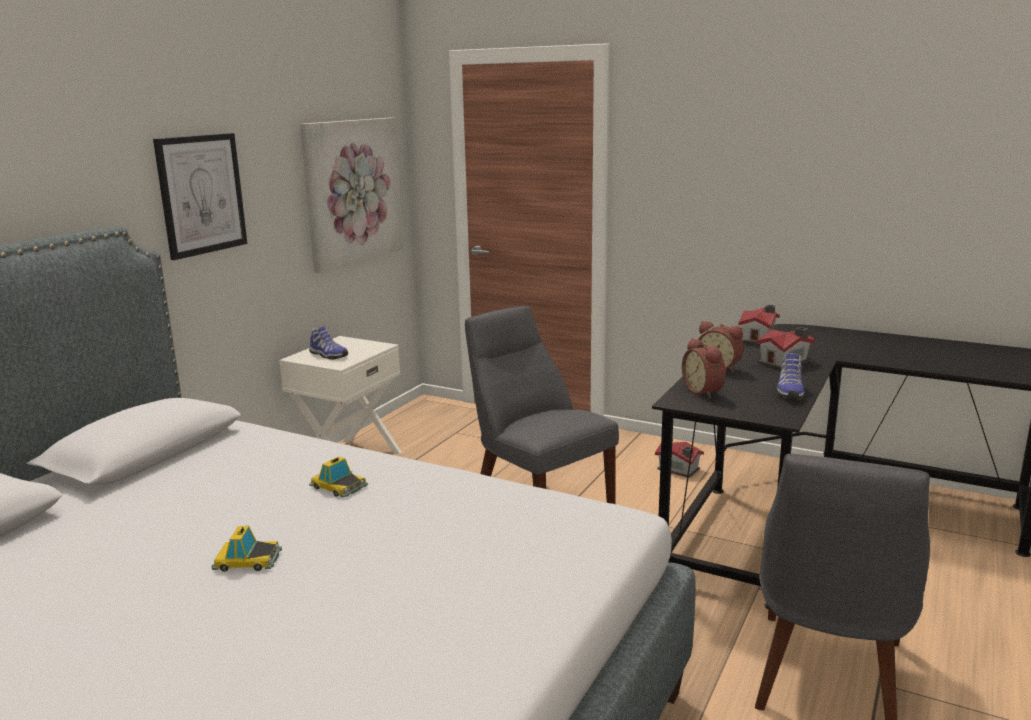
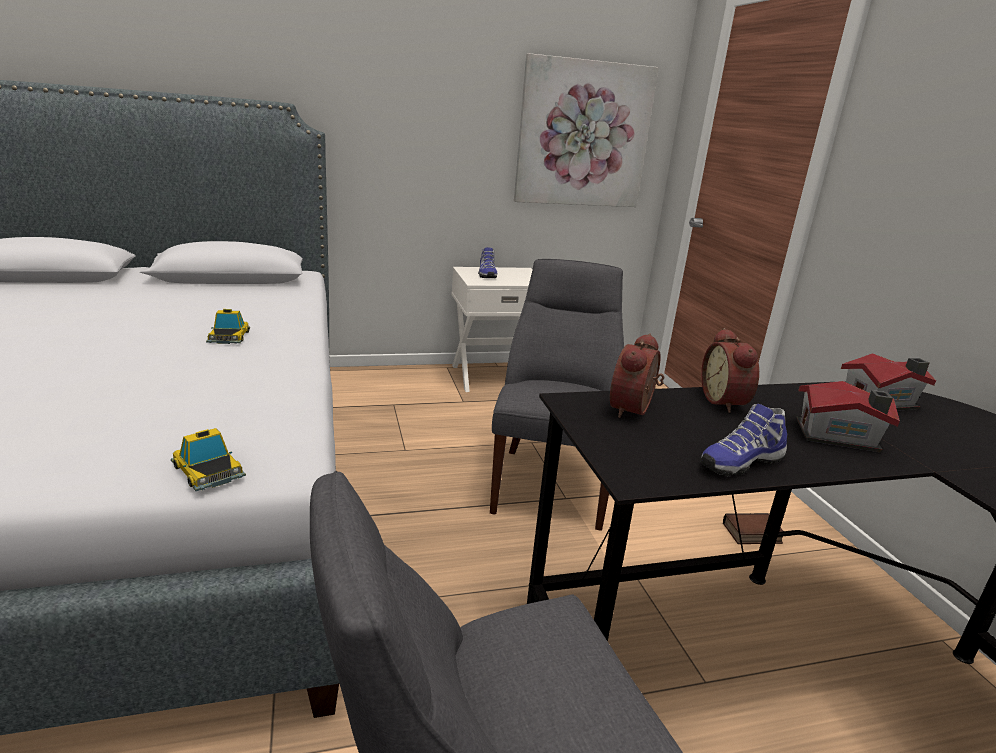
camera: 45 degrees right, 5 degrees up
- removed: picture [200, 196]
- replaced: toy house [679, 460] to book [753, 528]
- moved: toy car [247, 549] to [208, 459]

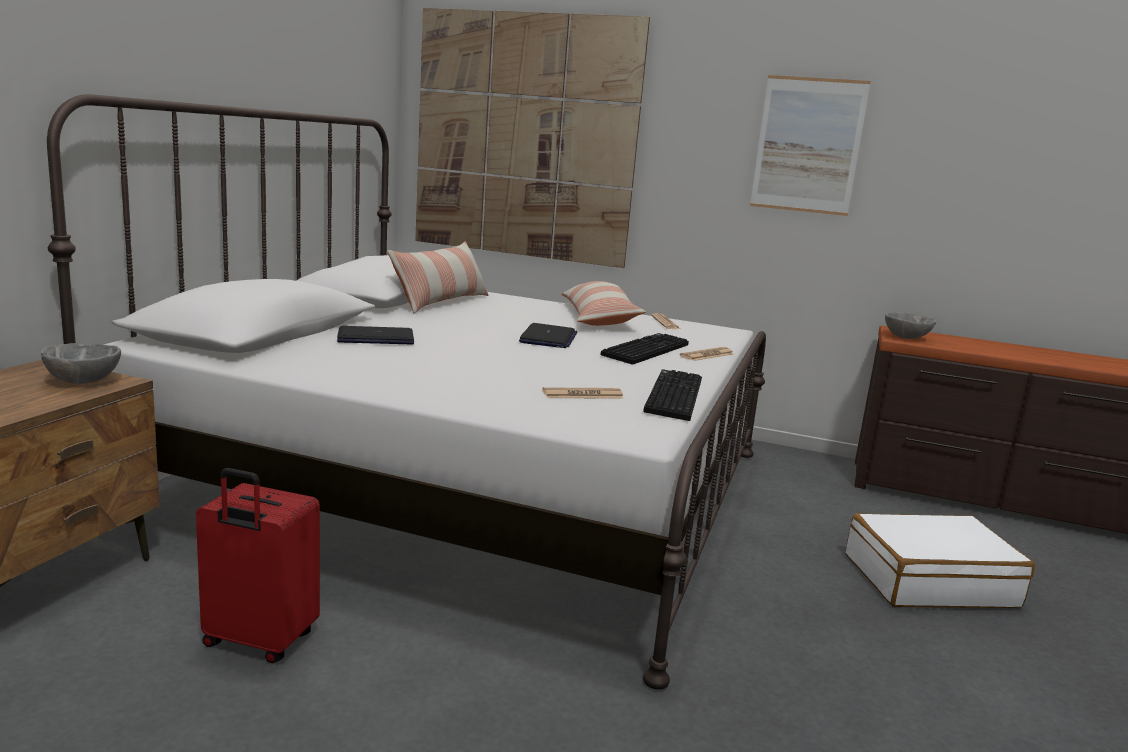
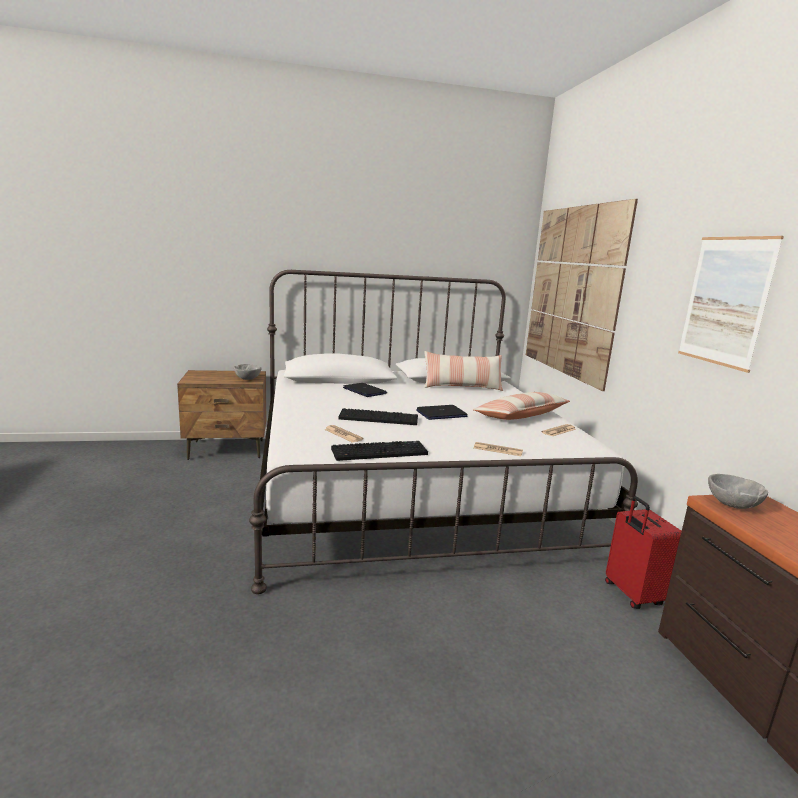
camera: 60 degrees right, 0 degrees up
- moved: keyboard [645, 349] to [378, 416]
- moved: red-coloured piece of luggage [258, 565] to [643, 552]
- removed: white-coloured piece of luggage [940, 560]

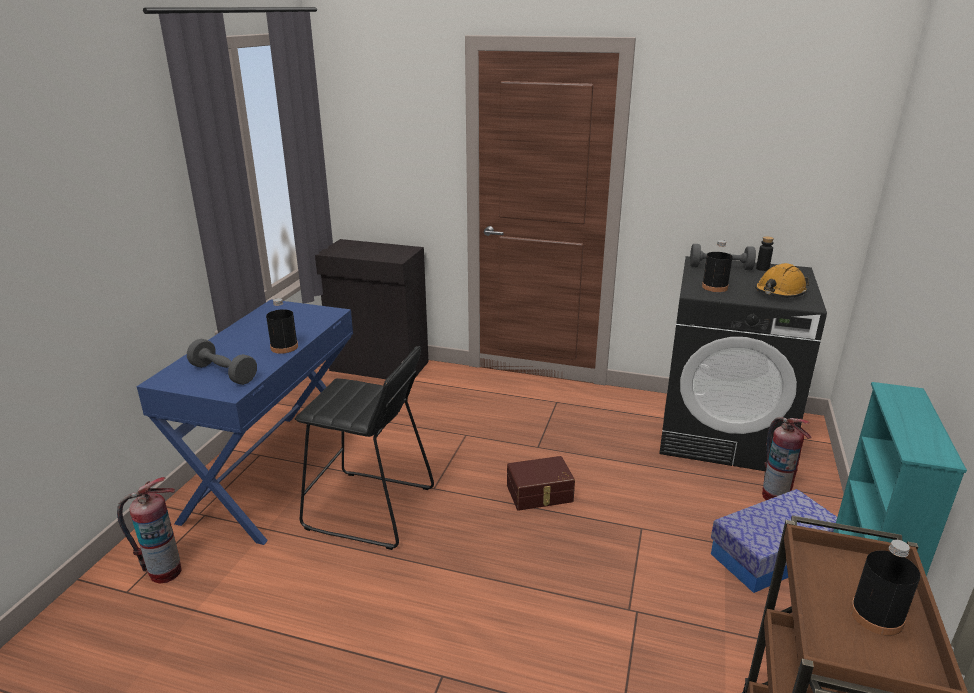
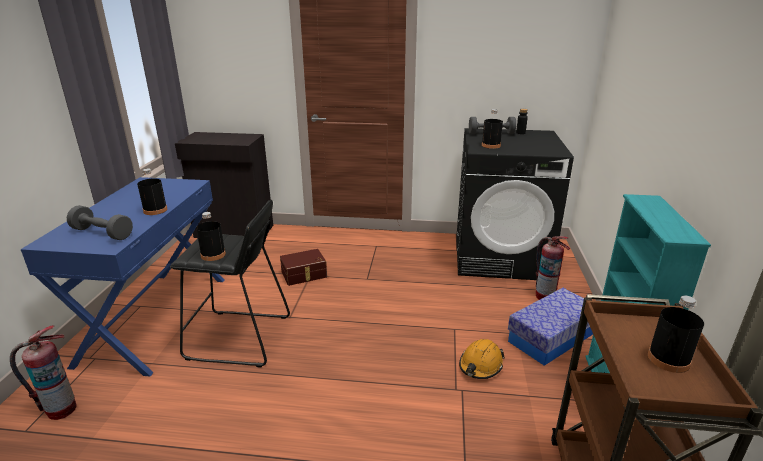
camera: 10 degrees left, 0 degrees up
- moved: orange work helmet [782, 280] to [482, 359]
- moved: brownish storage bin [541, 483] to [303, 267]
- added: blackish bottle [211, 236]

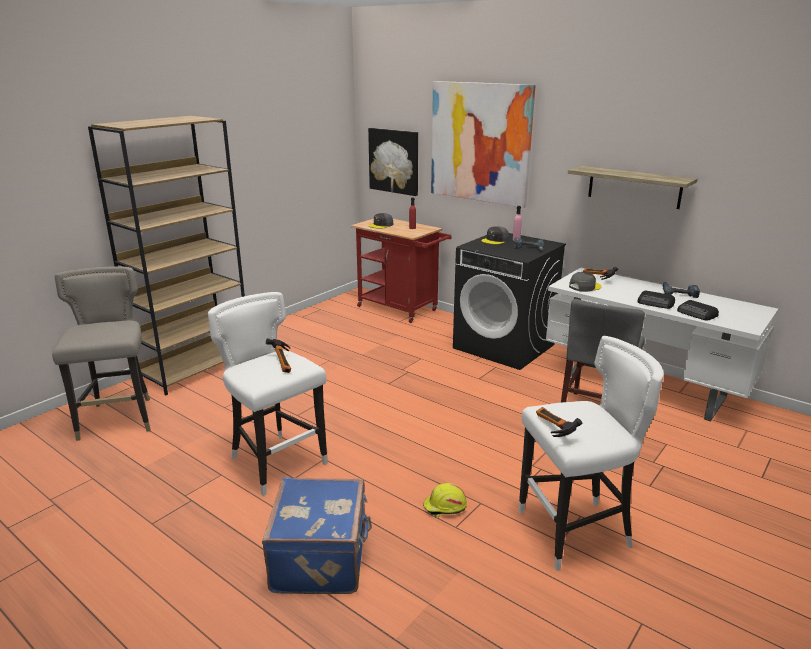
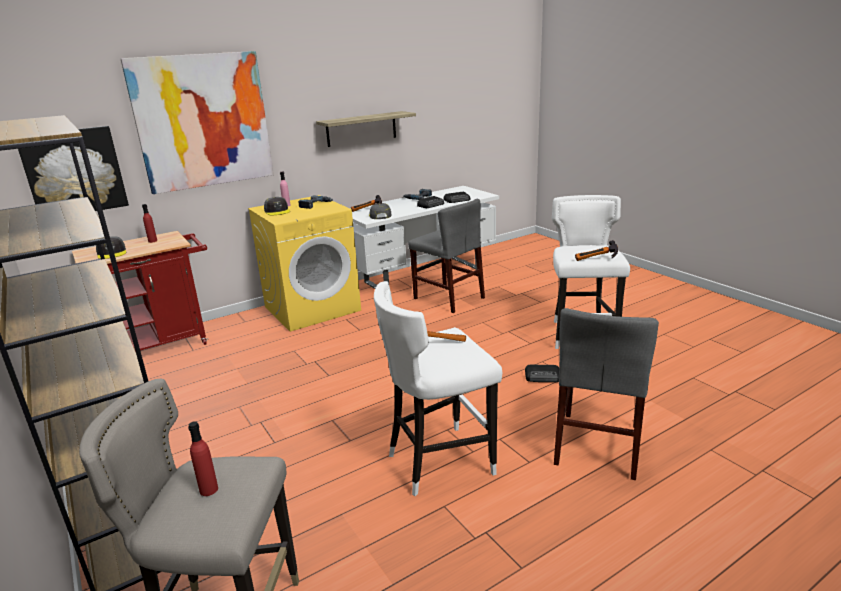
camera: 70 degrees left, 0 degrees up
- recoloured: blackish laundry appliance [509, 301] to yellowish laundry appliance [304, 263]
- replaced: bluish piece of luggage [317, 535] to greyish upright chair [606, 394]
- replaced: yellowish work helmet [445, 500] to radio set [542, 373]
- added: red-coloured bottle [203, 458]

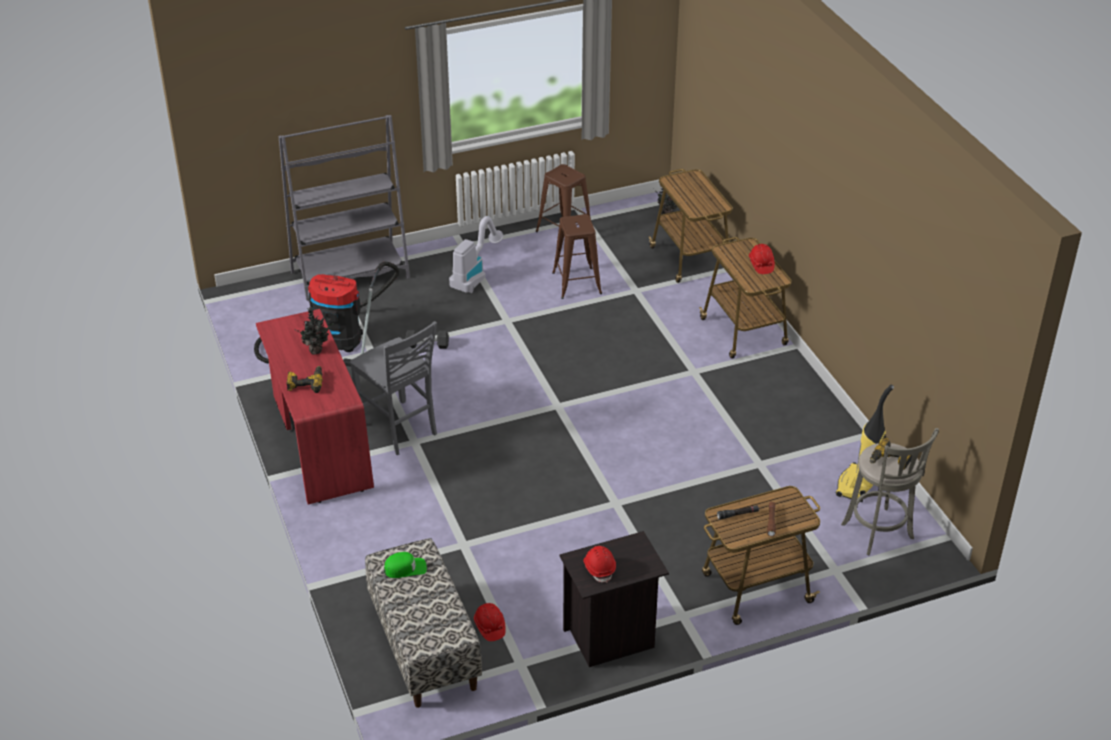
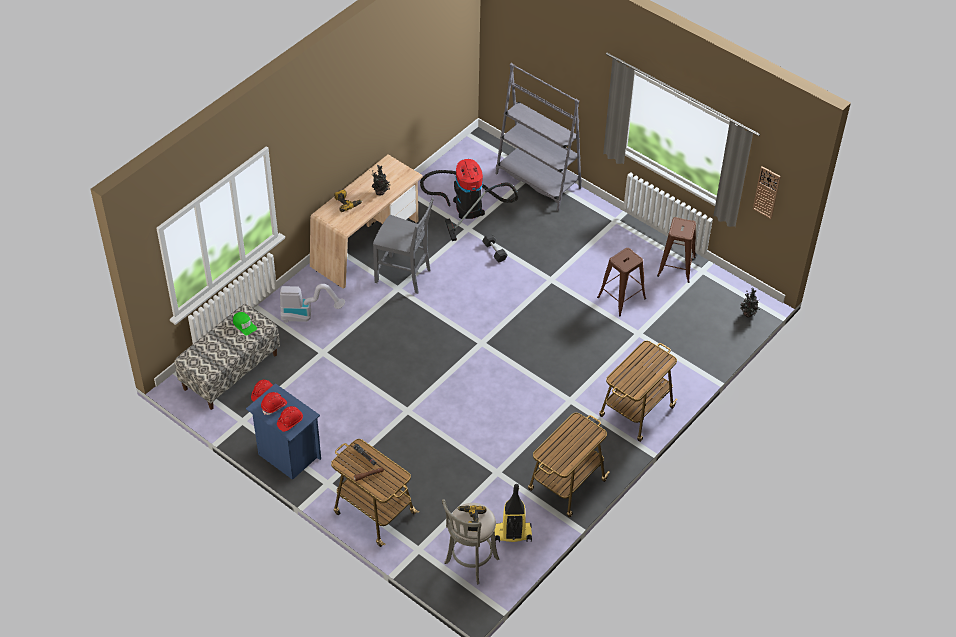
camera: 60 degrees right, 10 degrees up
- moved: trolley [691, 226] to [568, 465]
- moved: vacuum [476, 254] to [312, 303]
- moved: red-coloured work helmet [762, 259] to [290, 419]
- recoloured: red-coloured desk [315, 407] to beige desk [366, 222]
- turned: greyish upright chair [393, 388] = [403, 246] 90 degrees counterclockwise
- recoloured: blackish bedside table [614, 599] to bluish bedside table [283, 431]
- added: hanging clock [767, 192]

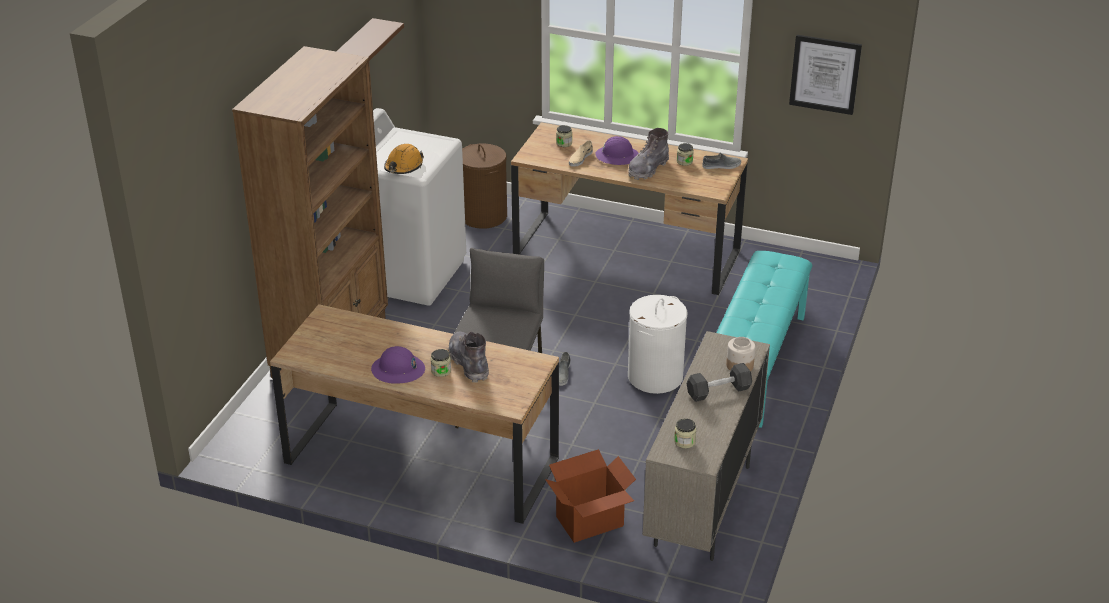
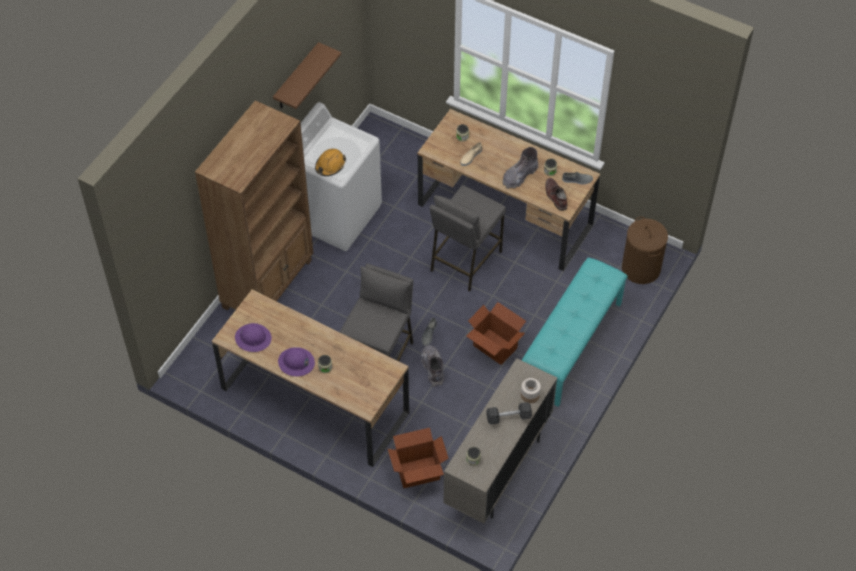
camera: 10 degrees right, 20 degrees up
- removed: picture [825, 75]
- moved: purple-coloured work helmet [617, 150] to [253, 337]
- moved: brownish washing basket [484, 186] to [645, 250]
- replaced: white-coloured washing basket [658, 344] to packing box [496, 333]
- moved: greyish tall boot [468, 357] to [432, 366]
- added: brownish tall boot [556, 194]
- added: greyish stool [468, 238]

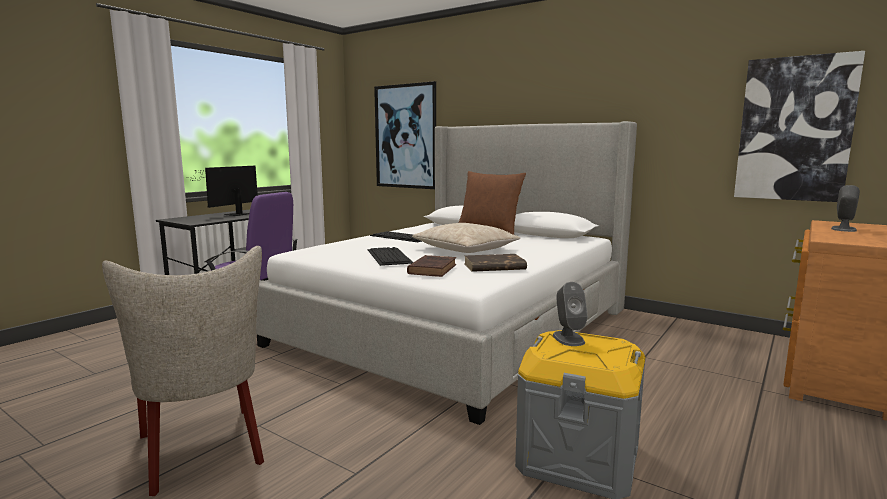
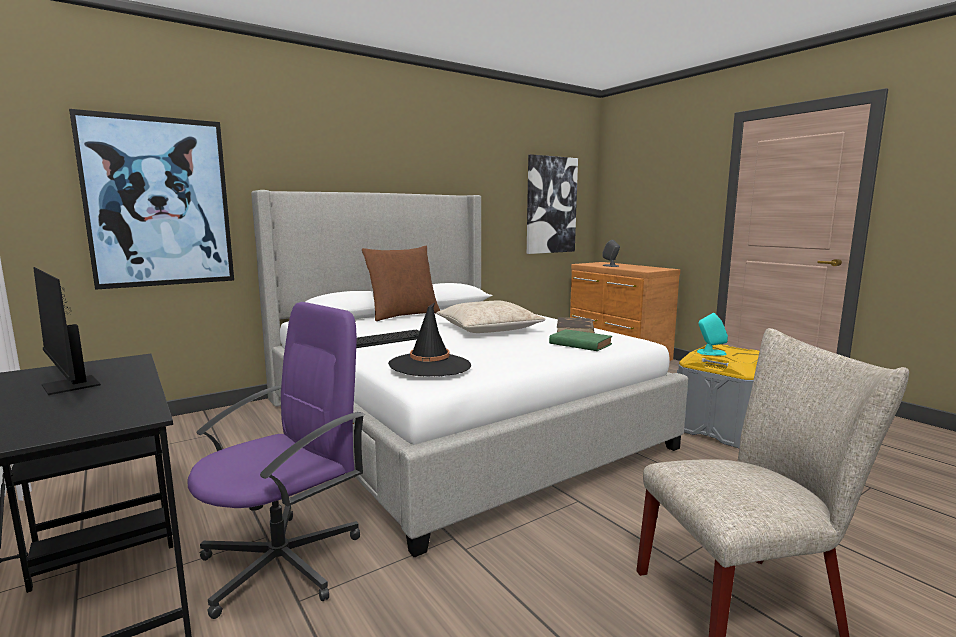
camera: 70 degrees left, 0 degrees up
- removed: keyboard [390, 256]
- recoloured: brownish book [431, 266] to greenish book [580, 340]
- recoloured: greyish speaker [570, 314] to turquoise-coloured speaker [712, 334]
- added: blackish wearable hat [429, 339]

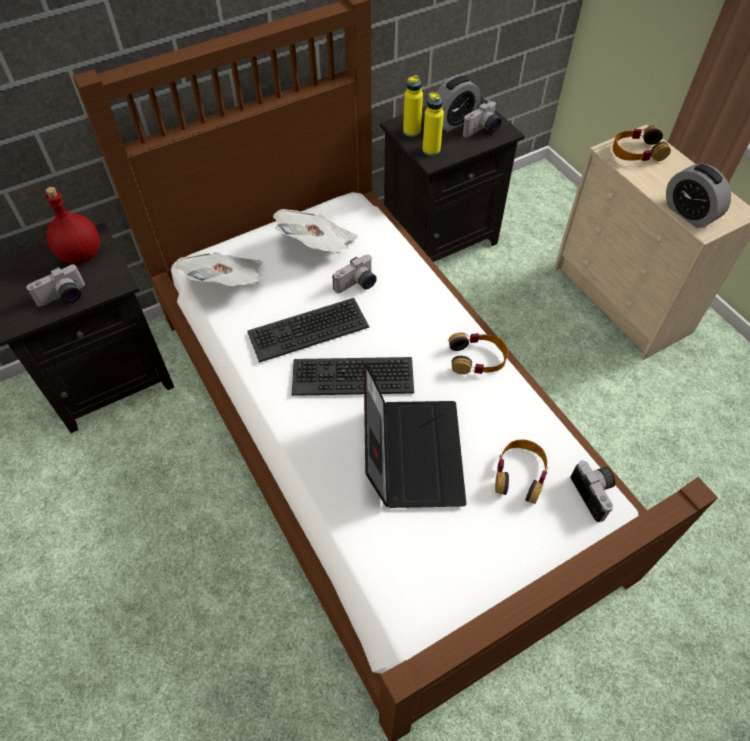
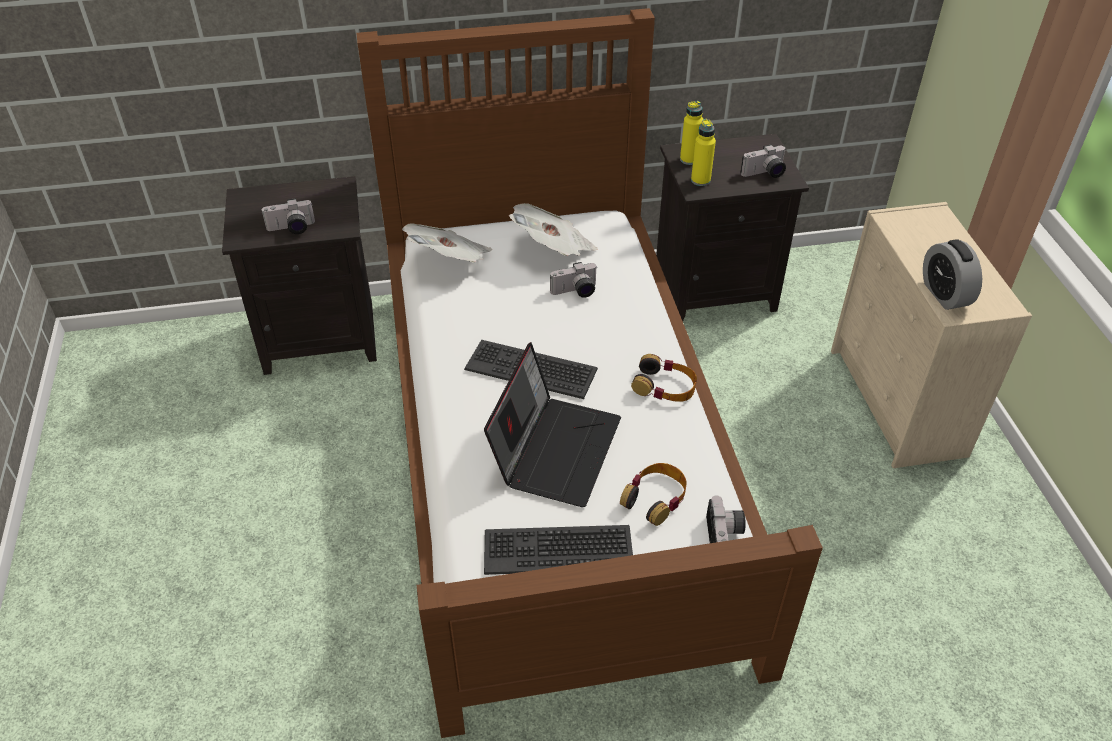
camera: 20 degrees right, 10 degrees down
- removed: bedside clock [458, 104]
- removed: headset [642, 143]
- removed: red-coloured bottle [72, 225]
- moved: keyboard [308, 330] to [558, 550]

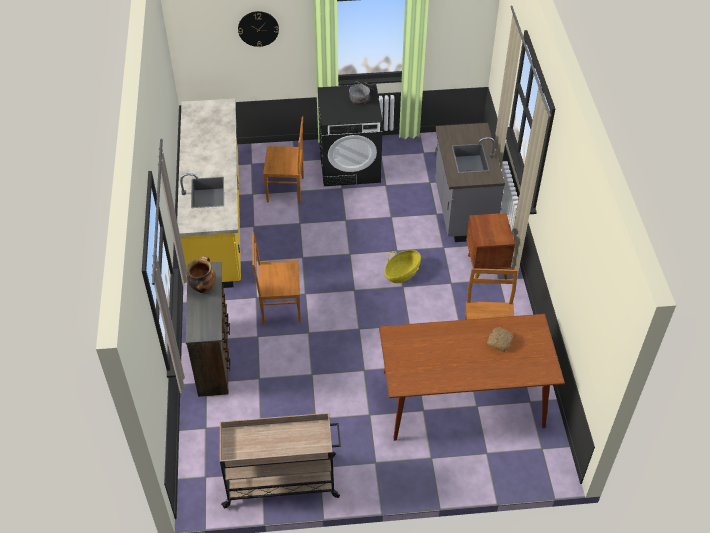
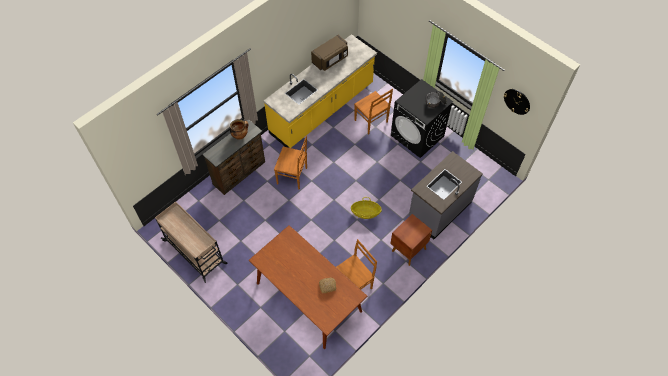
camera: 50 degrees right, 10 degrees up
- moved: hanging clock [258, 29] to [517, 102]
- turned: brownish upright chair [276, 278] = [290, 163] 150 degrees clockwise
- added: brownish microwave oven [329, 53]

